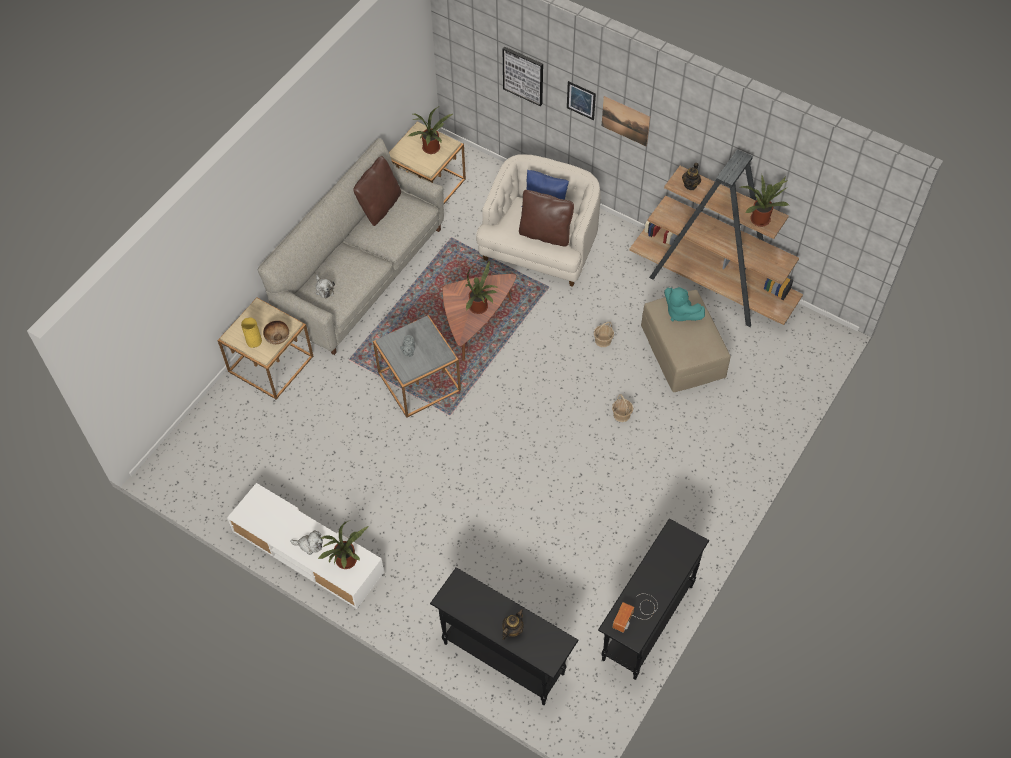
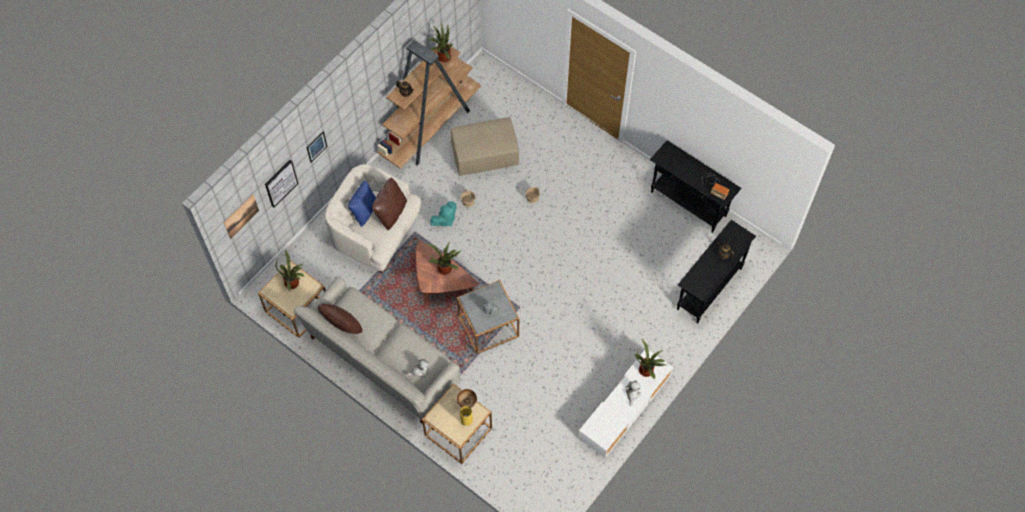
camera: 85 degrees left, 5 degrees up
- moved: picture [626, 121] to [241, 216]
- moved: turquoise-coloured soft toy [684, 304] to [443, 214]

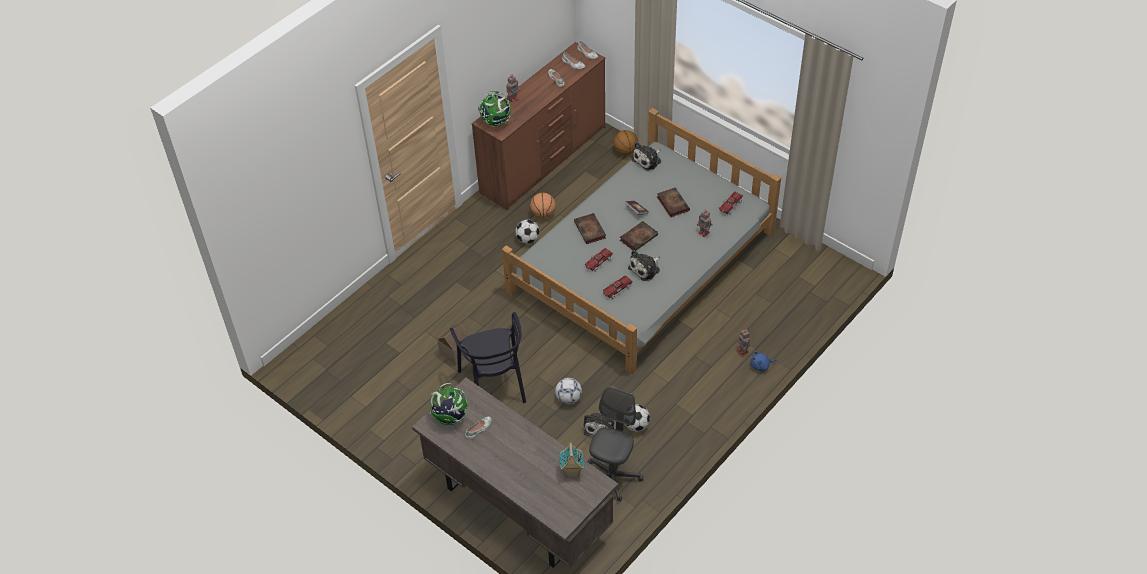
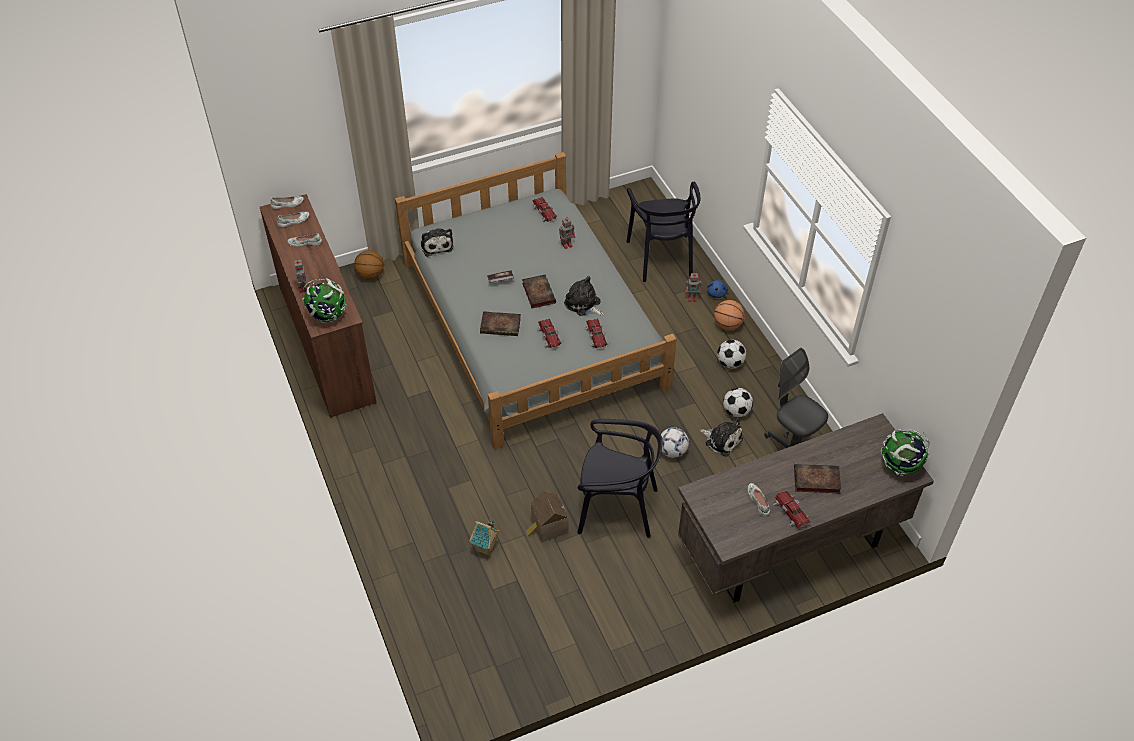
camera: 65 degrees left, 0 degrees up
- moved: book [673, 202] to [817, 478]
- moved: ball for basketball [543, 205] to [729, 315]
- moved: ball for football [527, 232] to [731, 354]
- turned: soft toy [644, 265] = [584, 296] 150 degrees clockwise
- moved: world globe [449, 404] to [905, 452]
- moved: toy house [571, 460] to [484, 538]
- added: blackish upright chair [663, 232]
- added: toy car [792, 509]

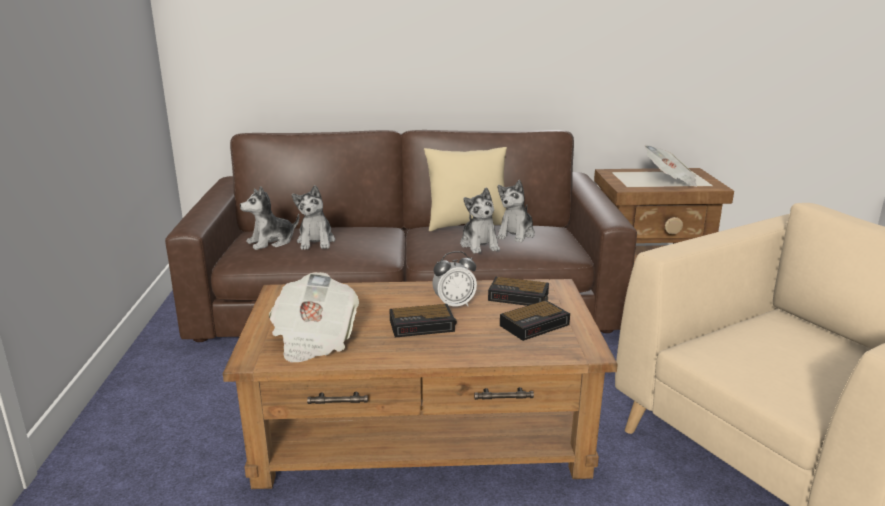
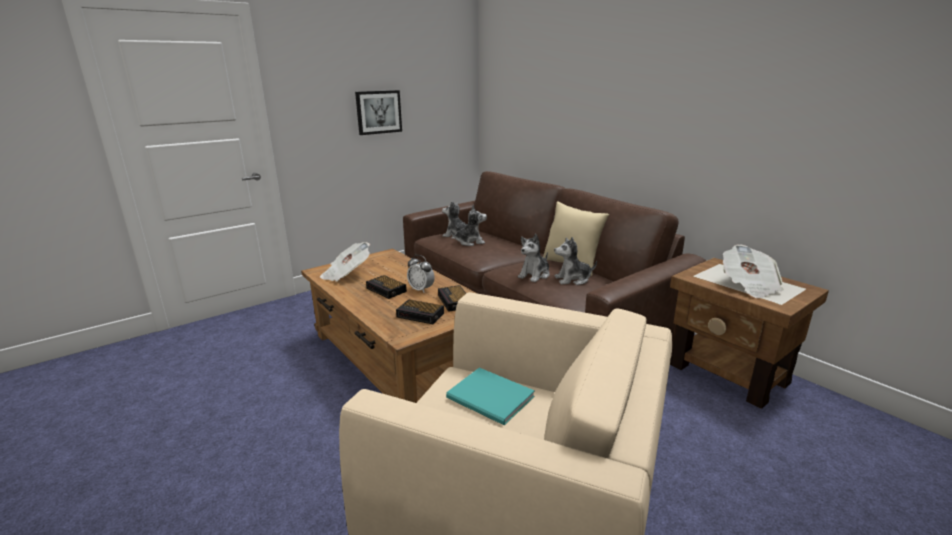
camera: 55 degrees right, 0 degrees up
- turned: soft toy [313, 217] = [468, 225] 150 degrees counterclockwise
- added: picture [378, 112]
- added: turquoise-coloured book [490, 396]

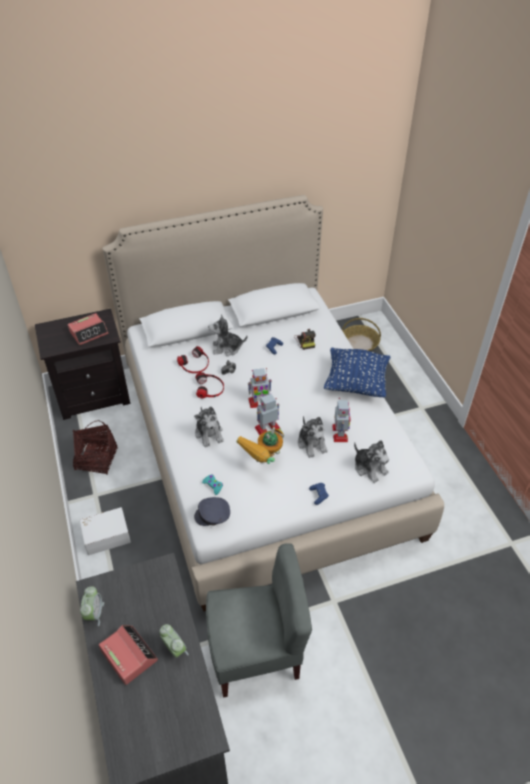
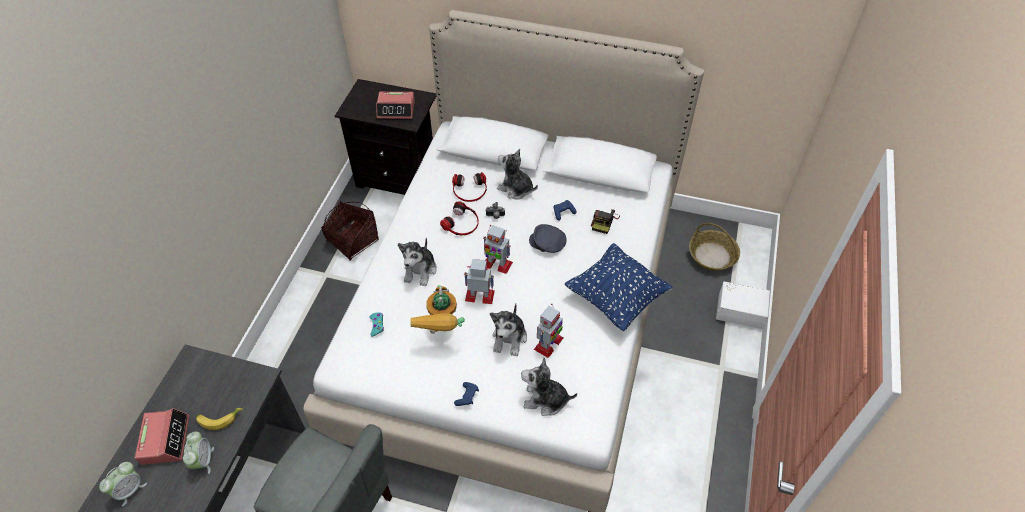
camera: 35 degrees right, 5 degrees up
- turned: model robot [260, 445] = [437, 309] 75 degrees counterclockwise
- turned: soft toy [371, 461] = [549, 387] 105 degrees clockwise
- moved: greyish baseball cap [212, 511] to [548, 238]
- moved: white-coloured storage bin [105, 531] to [743, 305]
- moved: bedside clock [92, 606] to [123, 484]
- added: banana [219, 419]

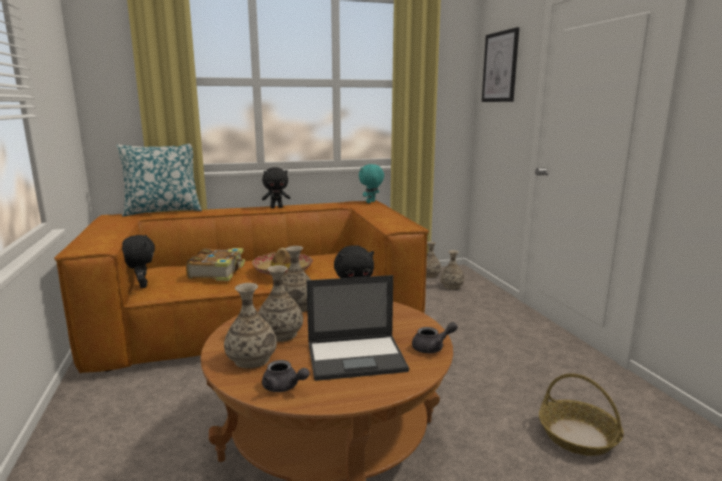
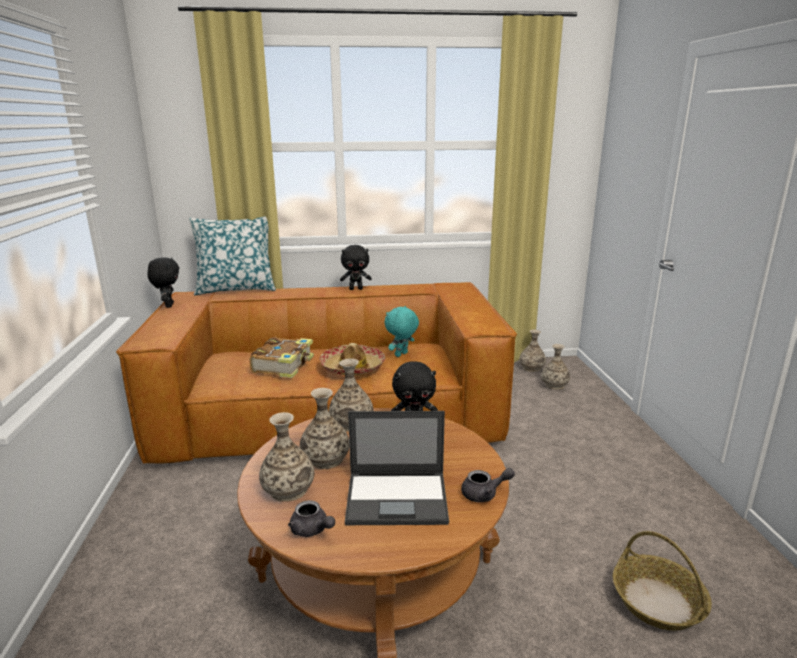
camera: 10 degrees right, 5 degrees up
- removed: picture [500, 64]
- moved: turquoise-coloured soft toy [371, 183] to [401, 331]
- moved: blackish soft toy [138, 261] to [163, 282]

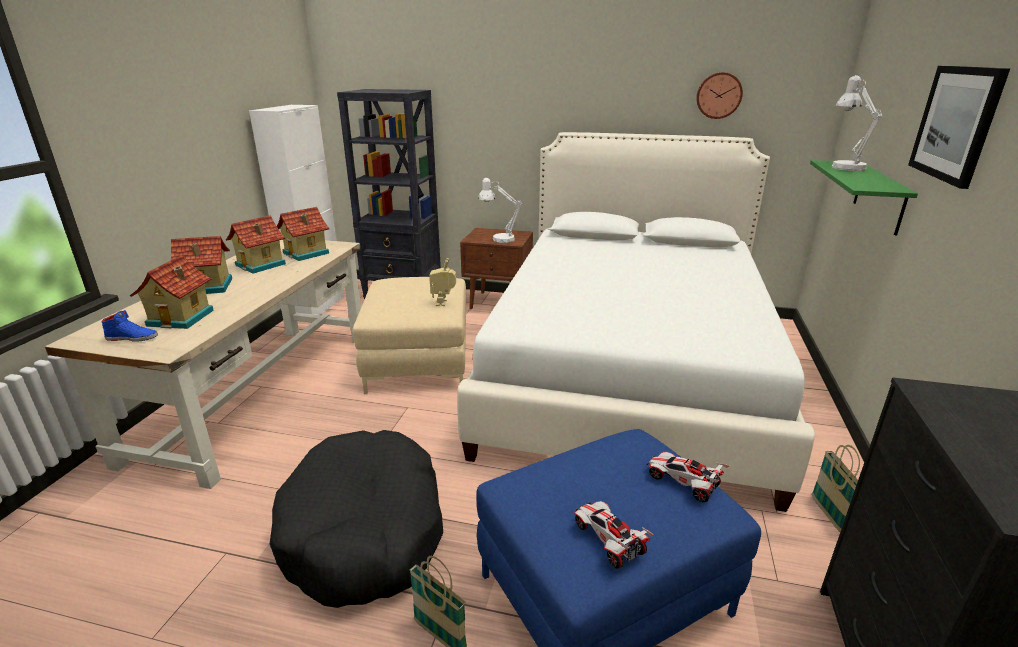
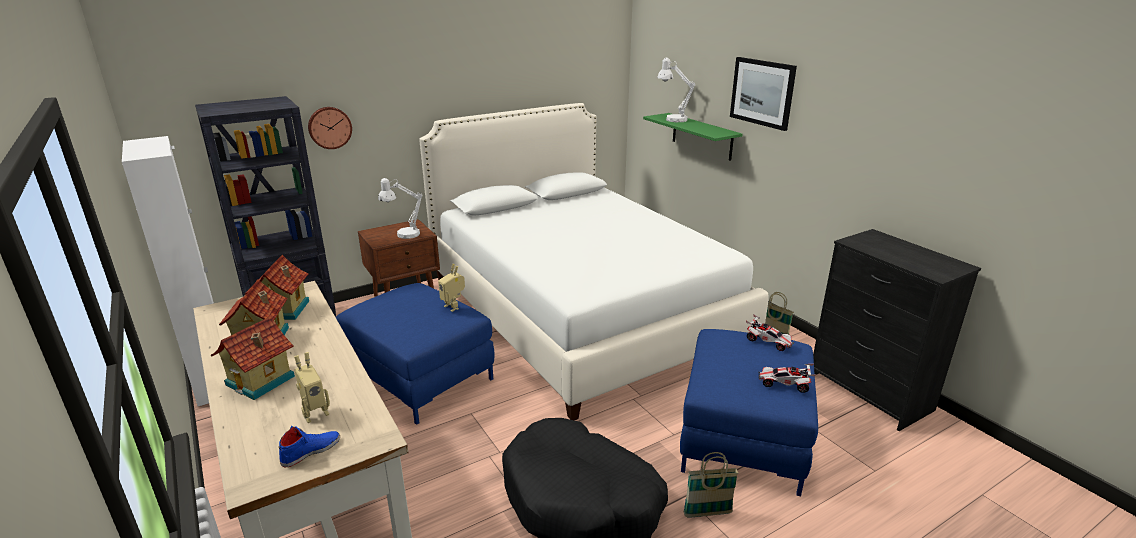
camera: 45 degrees left, 0 degrees up
- moved: hanging clock [719, 95] to [330, 128]
- replaced: toy house [172, 292] to model robot [312, 387]
- recoloured: beige ottoman [409, 335] to bluish ottoman [415, 354]
- turned: toy car [688, 477] = [770, 332] 135 degrees counterclockwise

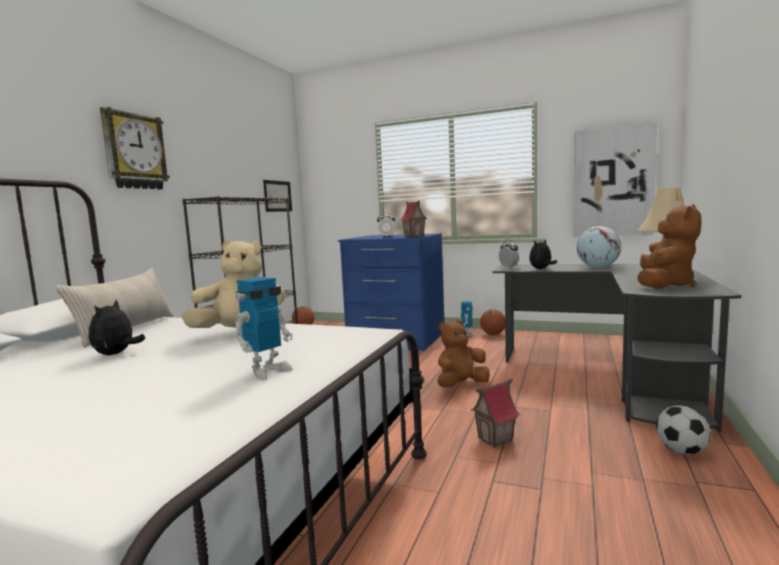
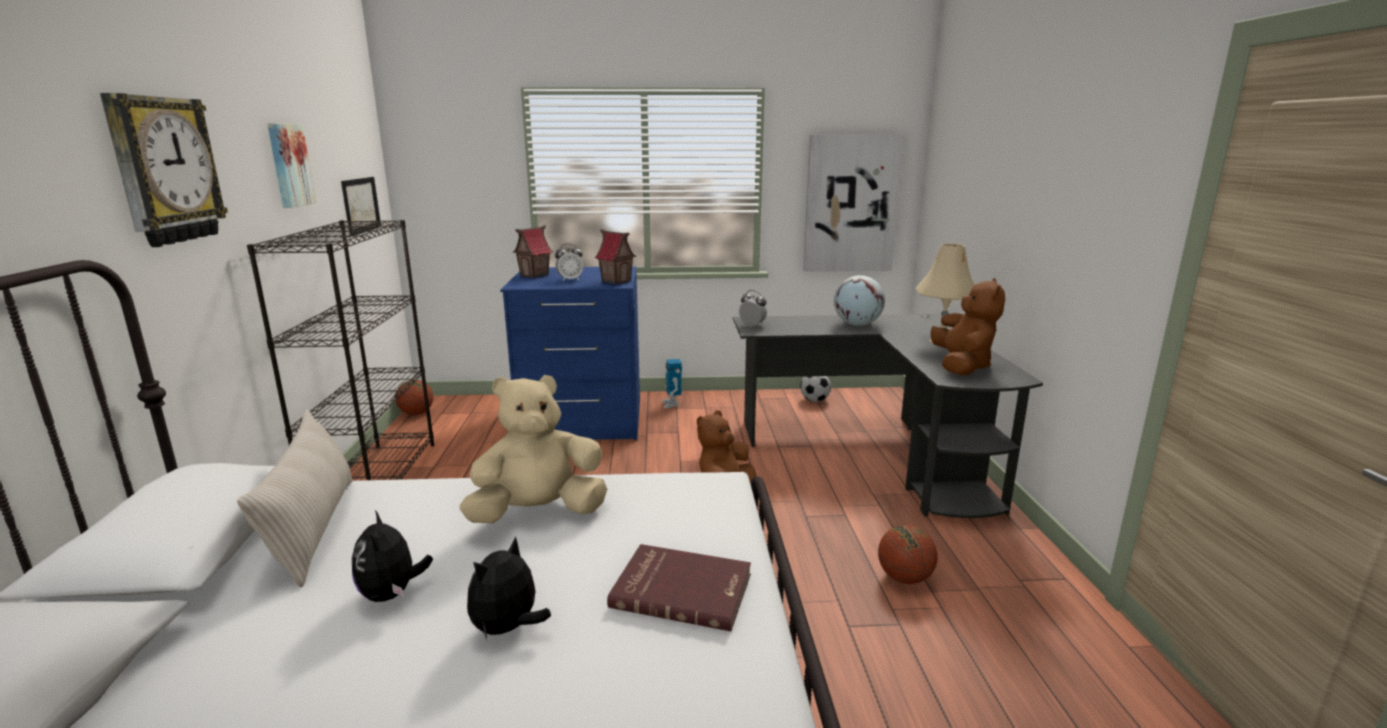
camera: 25 degrees left, 10 degrees up
- moved: soft toy [543, 254] to [509, 588]
- replaced: model robot [263, 328] to red-coloured book [679, 587]
- moved: ball for basketball [492, 322] to [908, 554]
- moved: toy house [495, 413] to [533, 251]
- moved: ball for football [683, 430] to [815, 389]
- added: picture [291, 165]

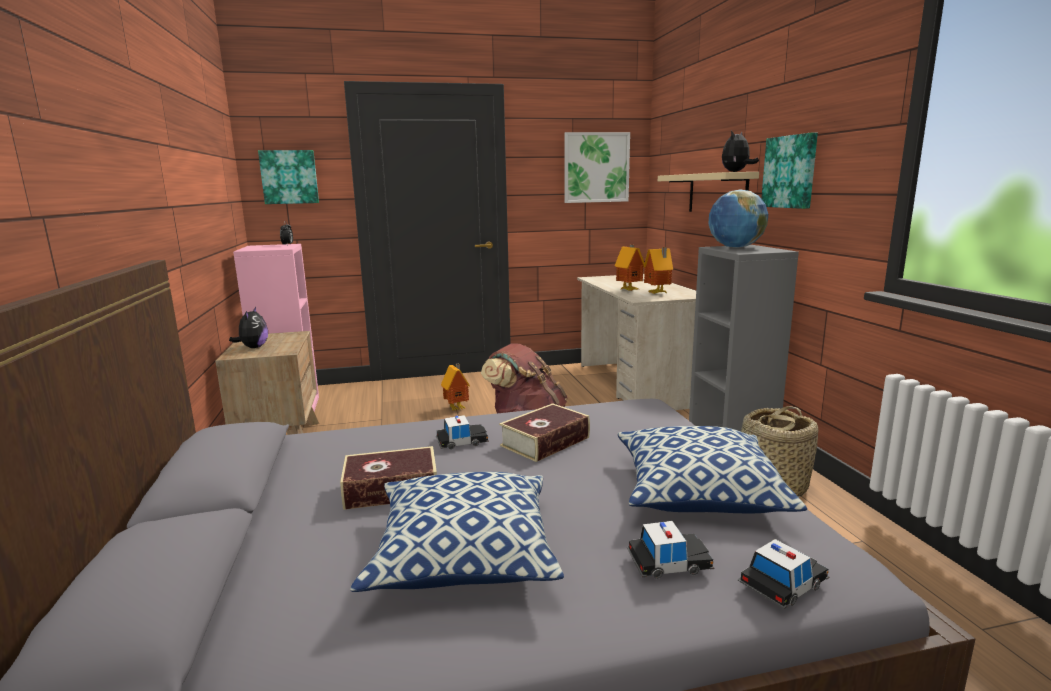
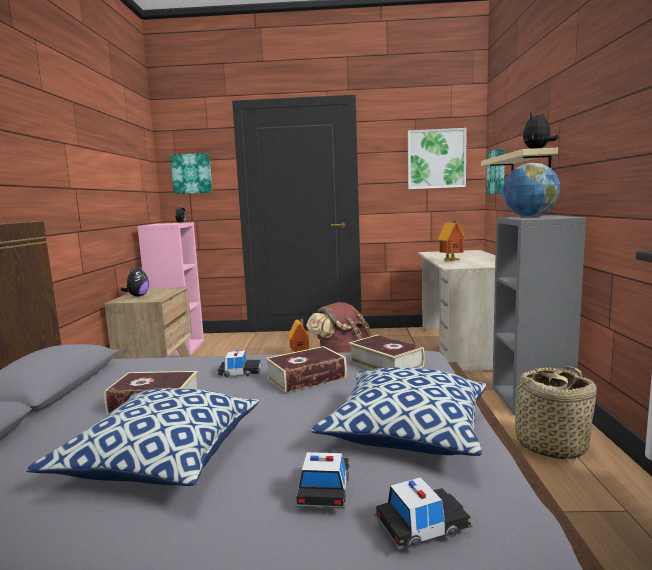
camera: 15 degrees right, 5 degrees down
- moved: picture [789, 171] to [495, 171]
- removed: toy house [658, 270]
- turned: toy car [670, 550] = [322, 480] 90 degrees counterclockwise
- added: book [386, 352]

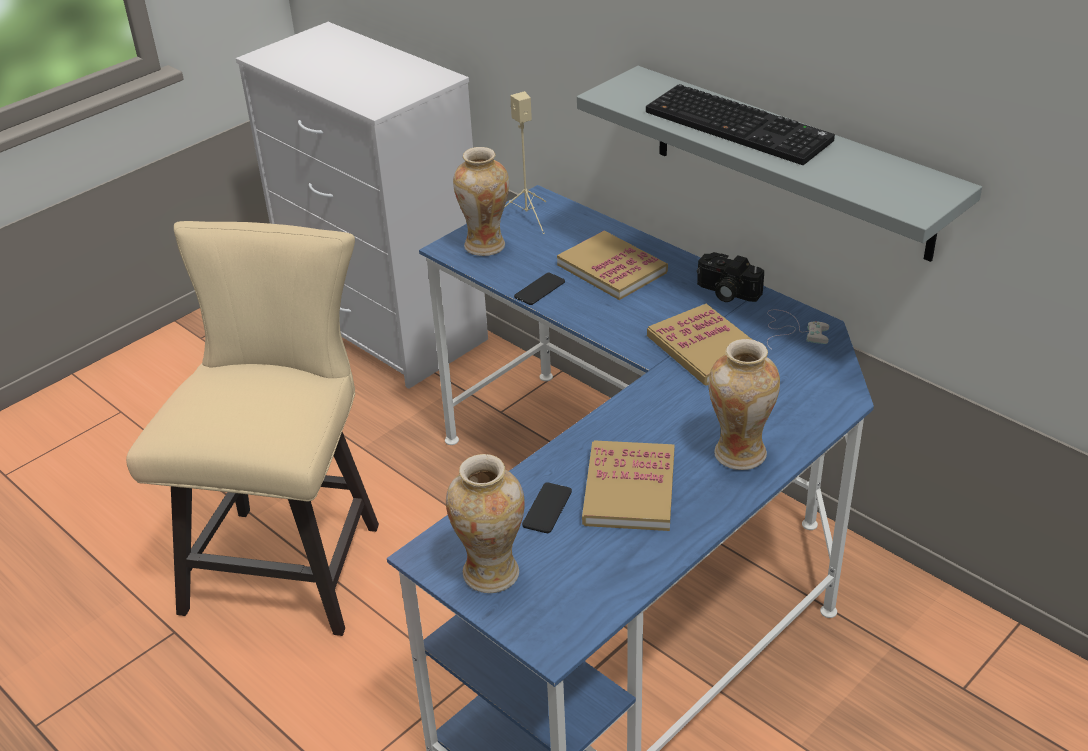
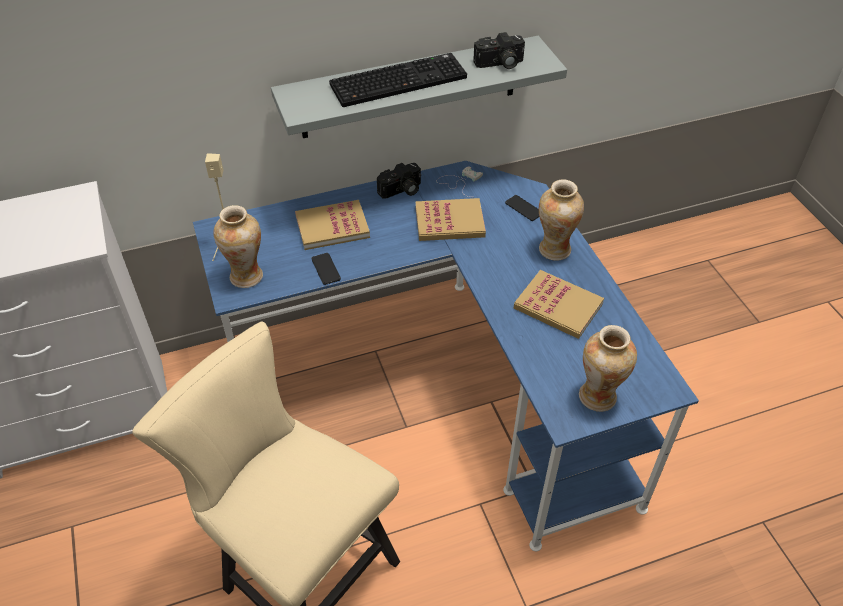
camera: 65 degrees left, 10 degrees up
- moved: phone [547, 507] to [522, 208]
- added: photo camera [499, 50]

